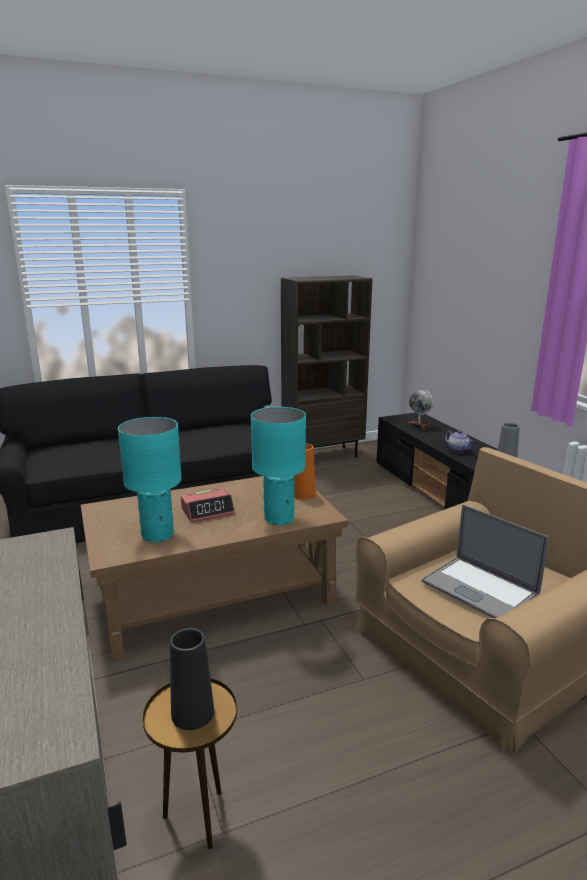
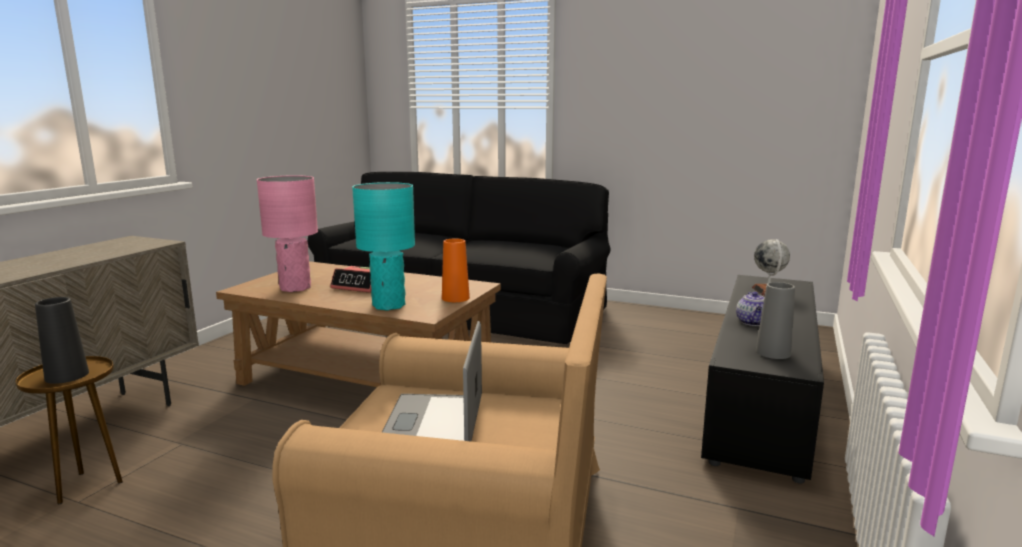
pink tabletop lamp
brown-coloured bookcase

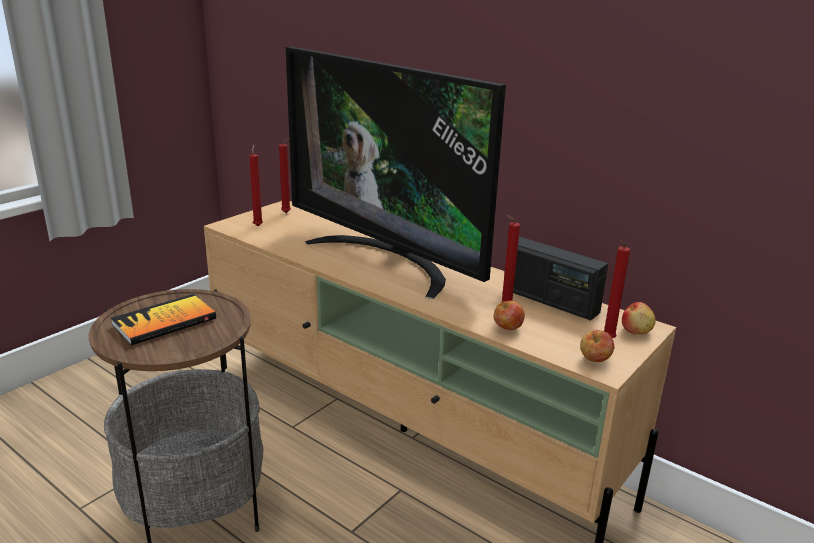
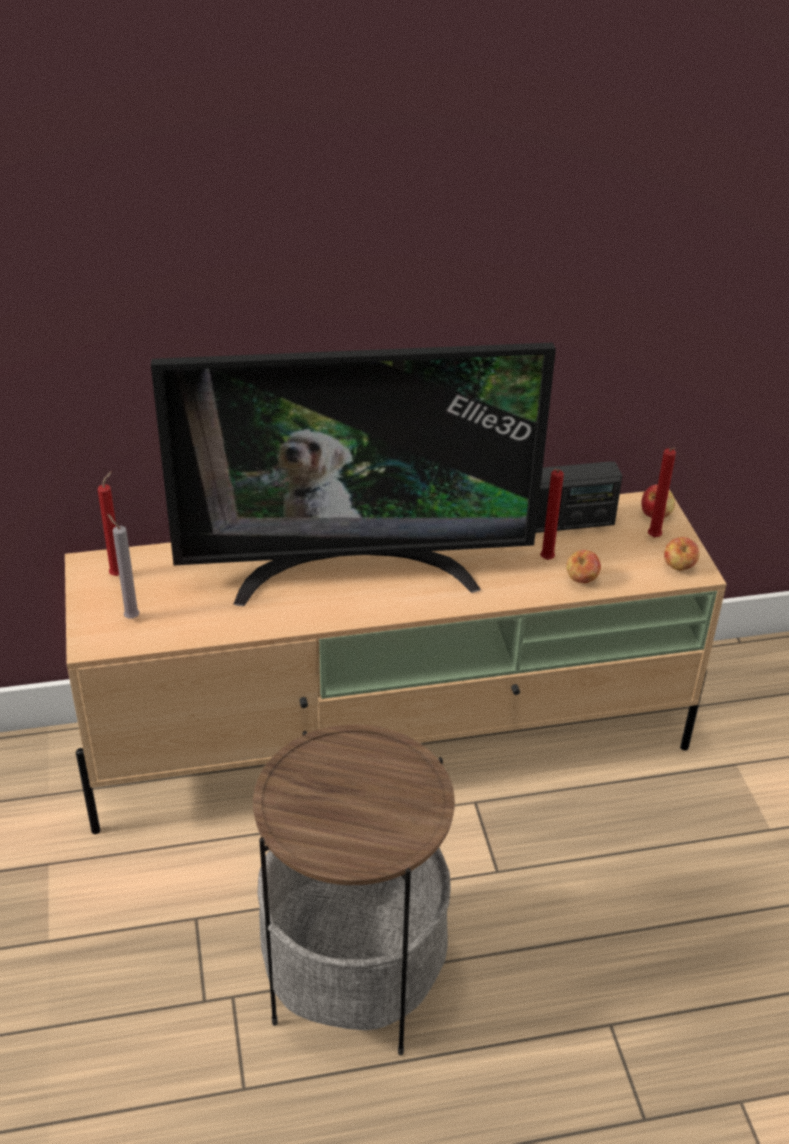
book
gray candle

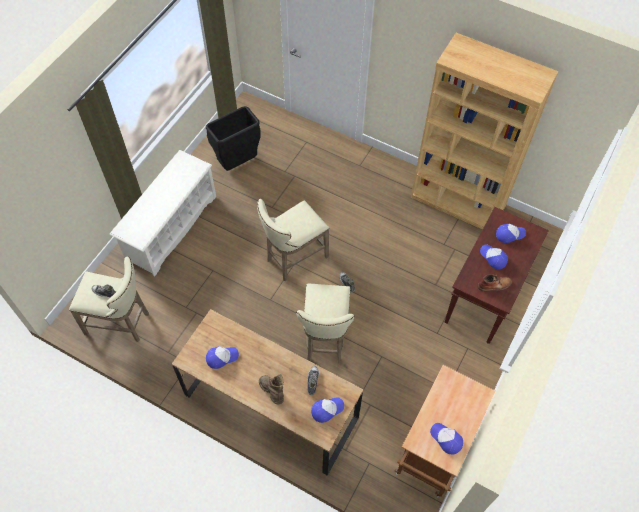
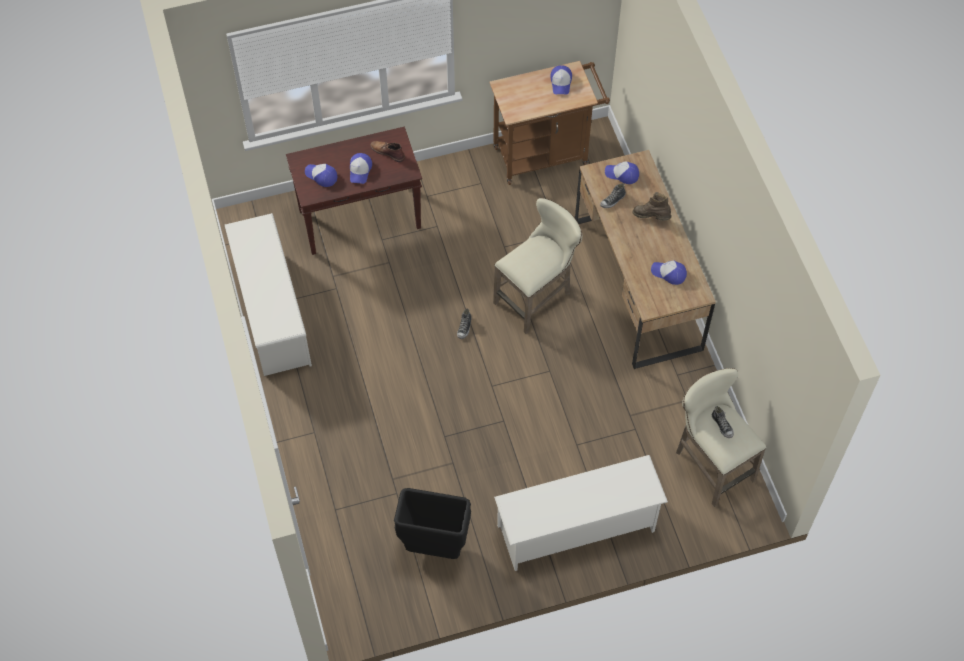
beige-coloured sitting stool (no. 2 from left in the first image)
brown-coloured tall boot (no. 2 from left)
white shoe stand (no. 1 from left)

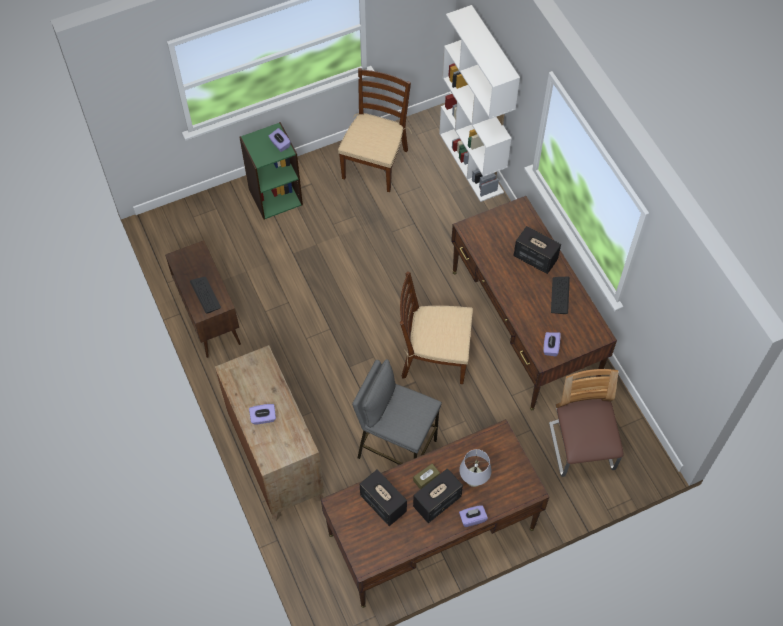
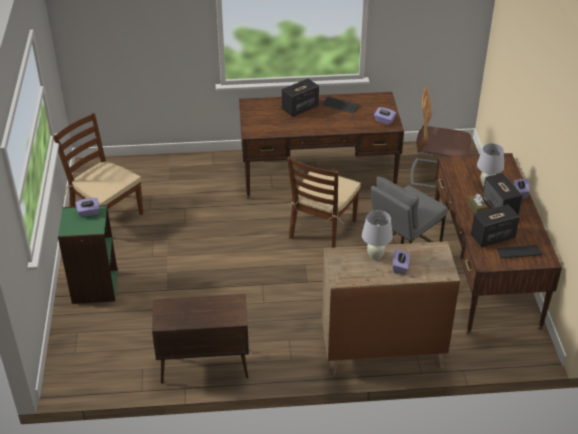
PC keyboard (no. 2 from left)
white bookcase
white tabletop lamp (no. 1 from left)

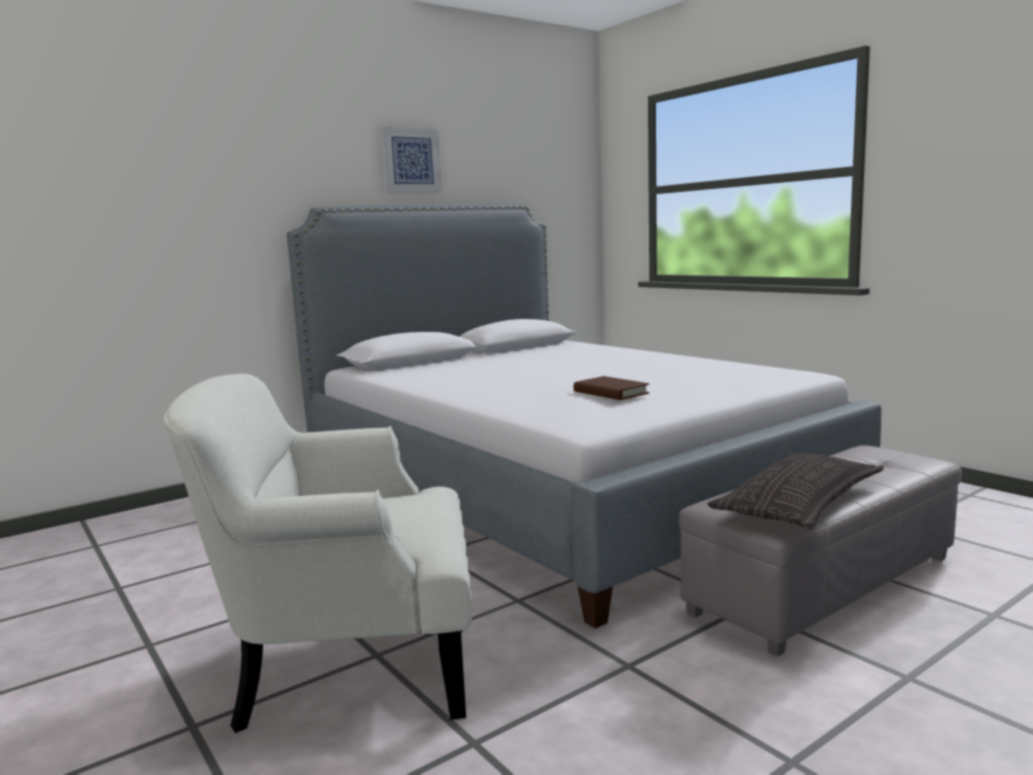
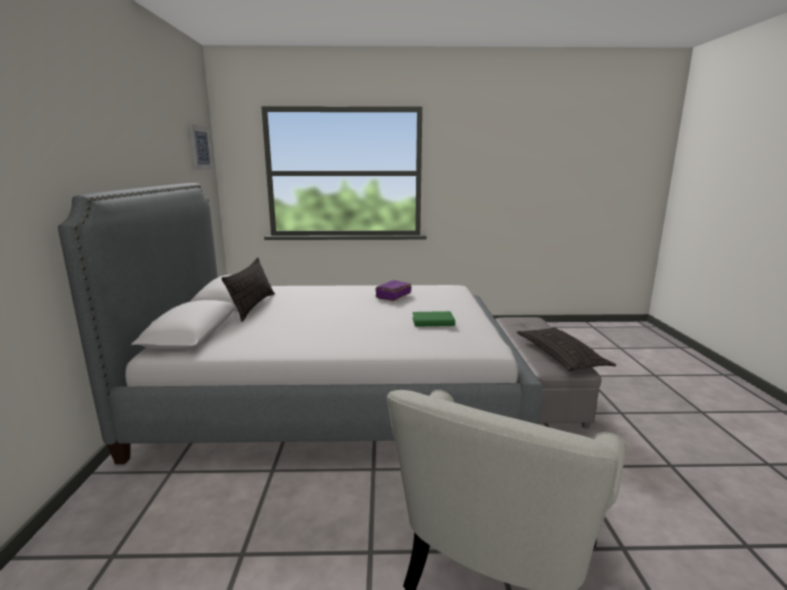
wall picture
greenish book
cushion (no. 1 from left)
purplish book

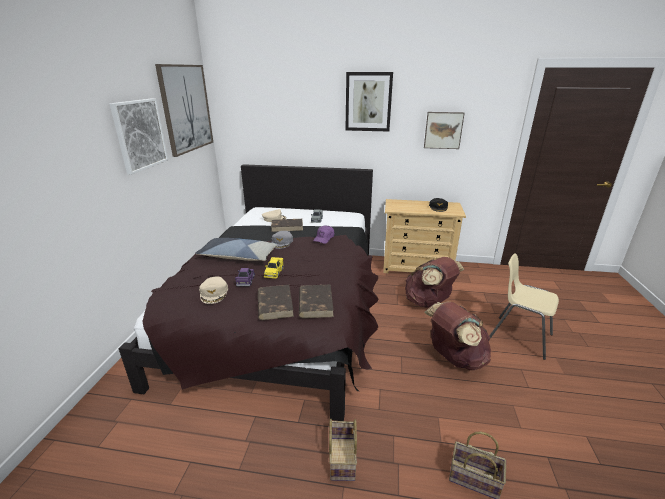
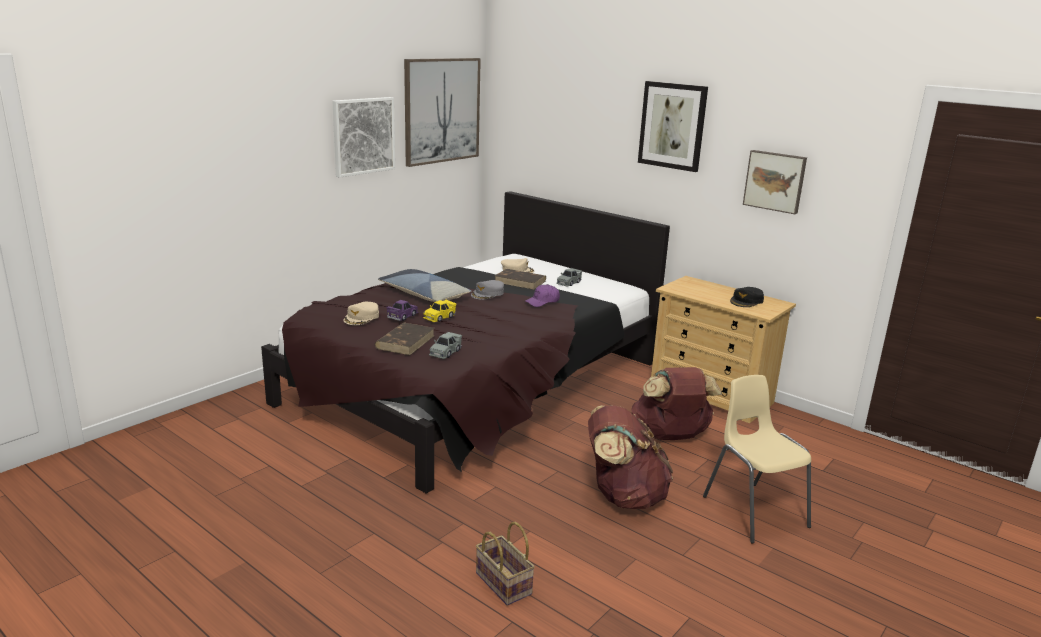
gray toy car (no. 1 from left)
household basket (no. 1 from left in the first image)

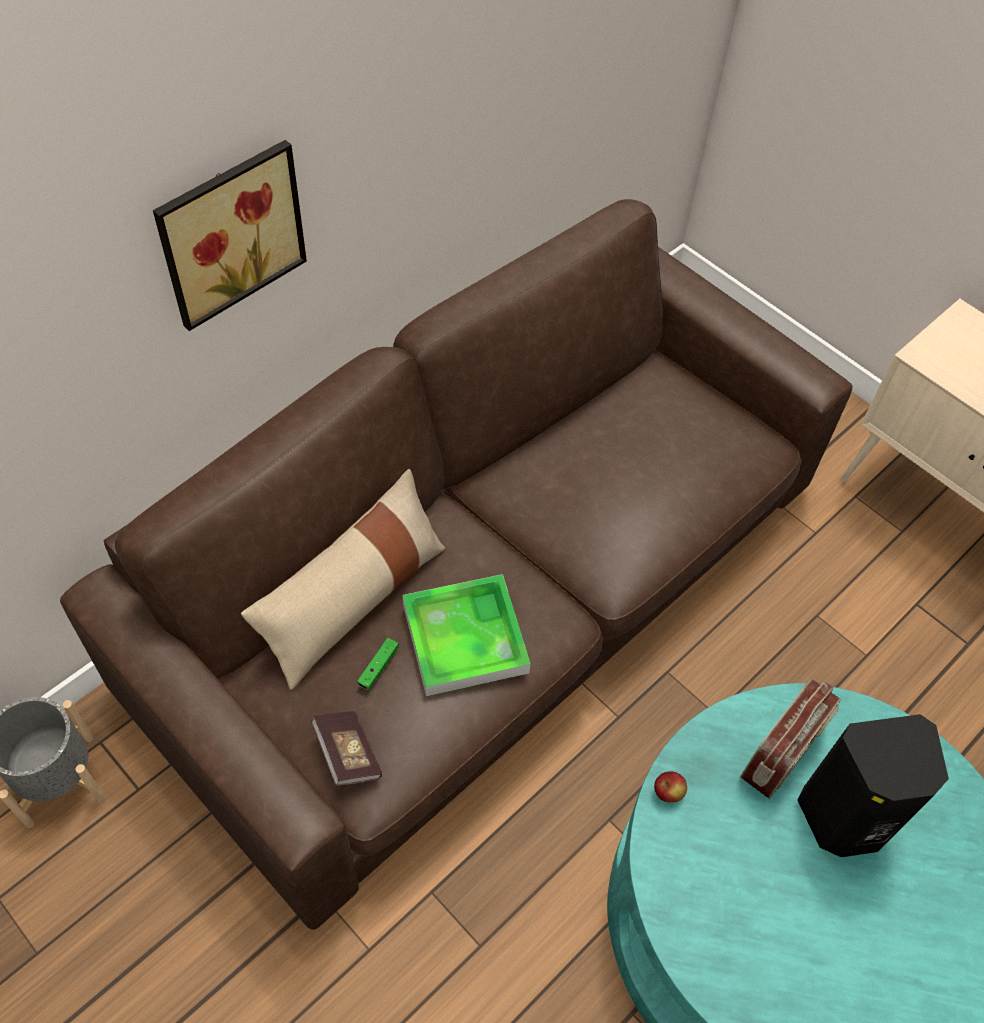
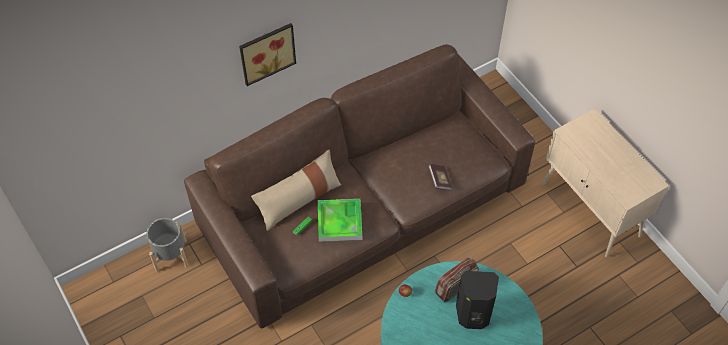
book

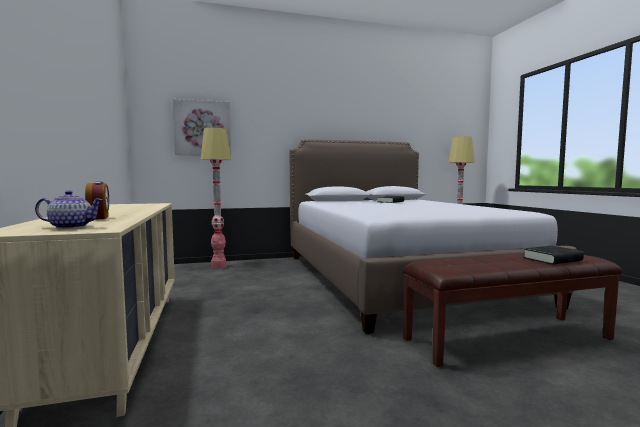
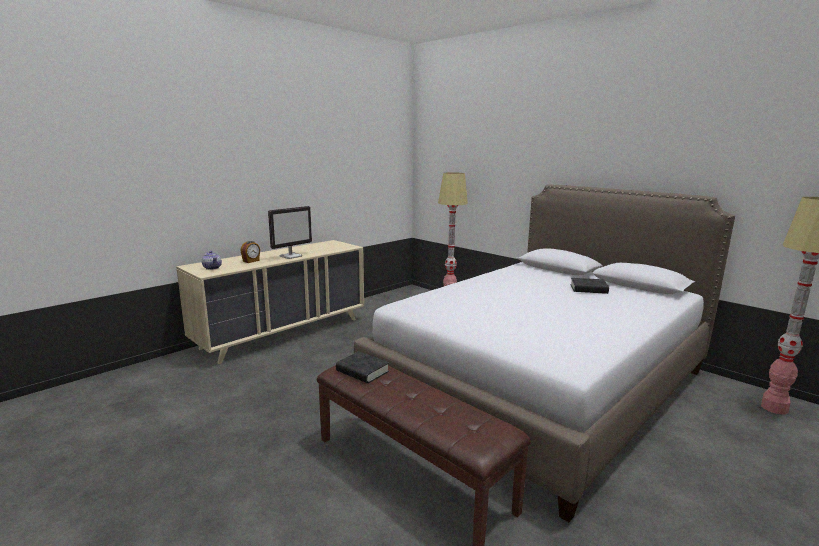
wall picture
black-coloured book (no. 1 from left)
computer display

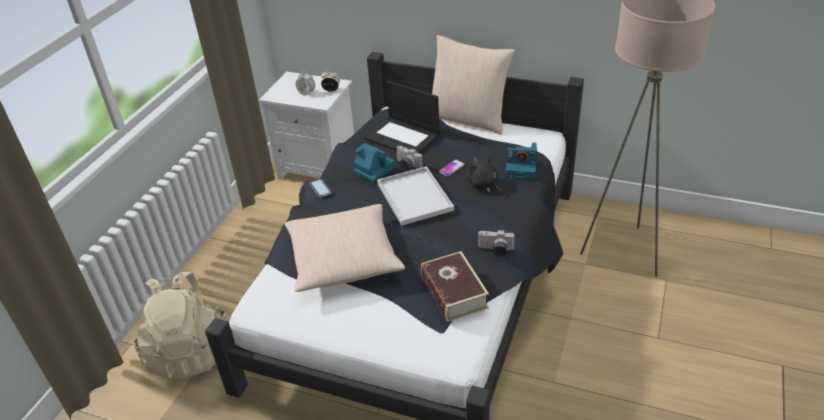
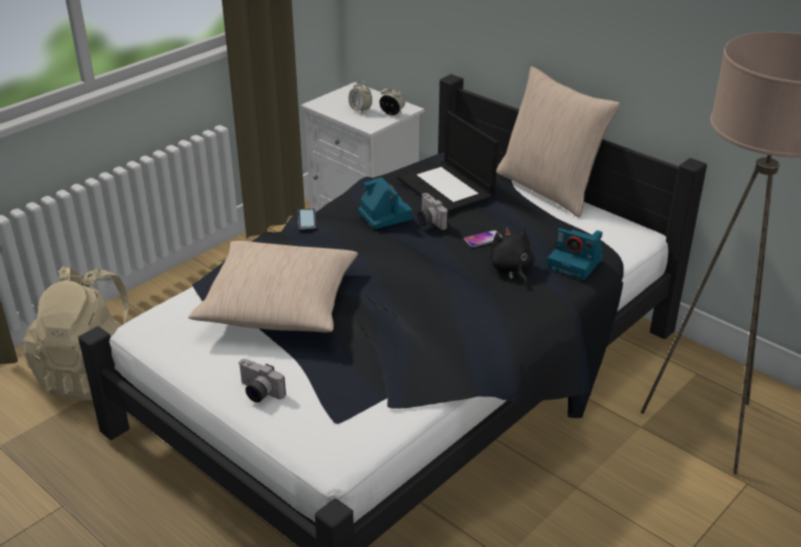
white serving tray
book
still camera (no. 1 from left)

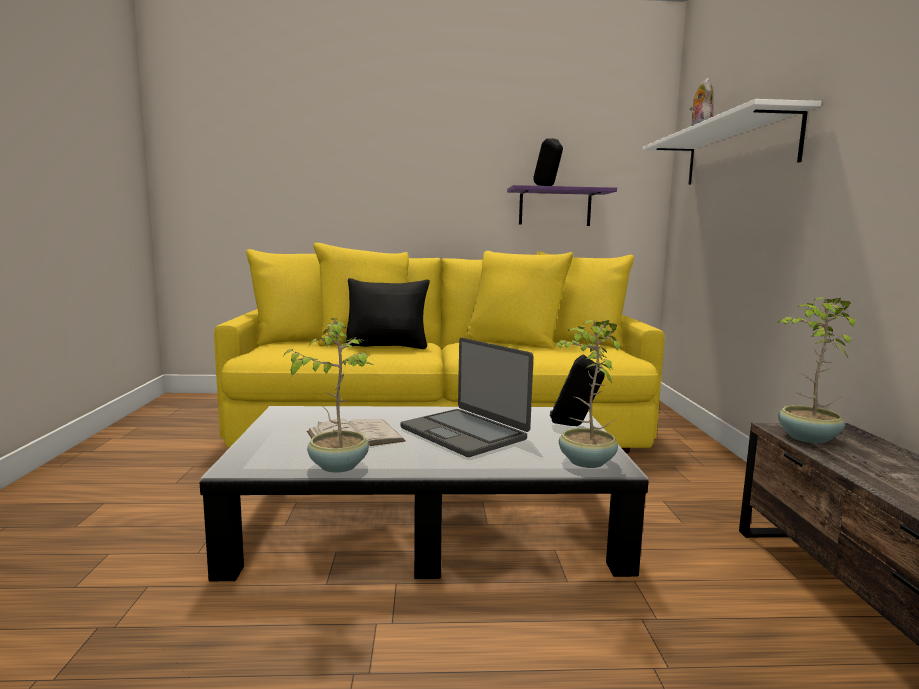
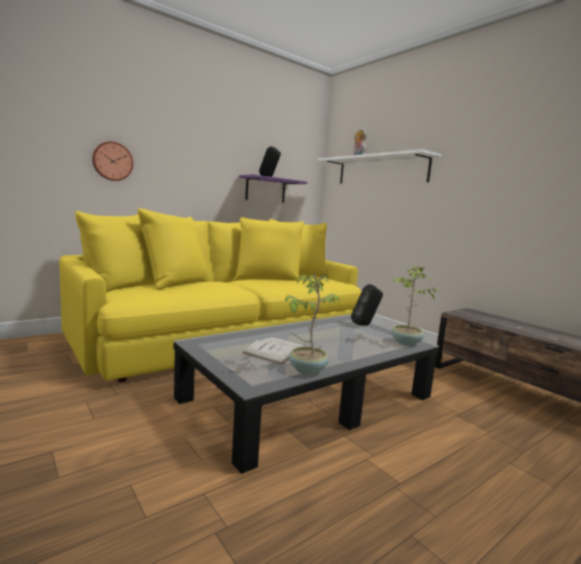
black-coloured cushion
notebook computer
houseplant (no. 3 from left in the first image)
clock on the wall

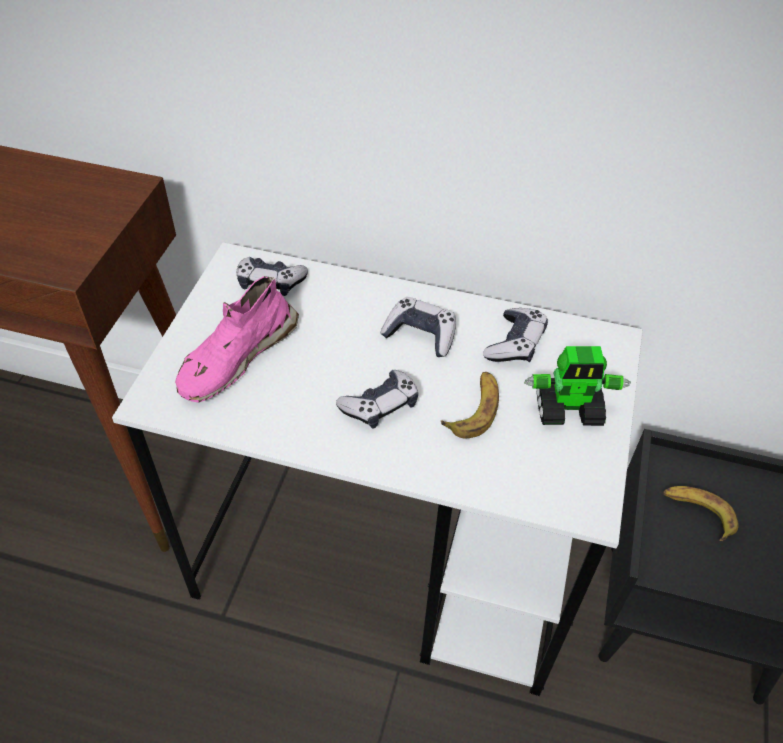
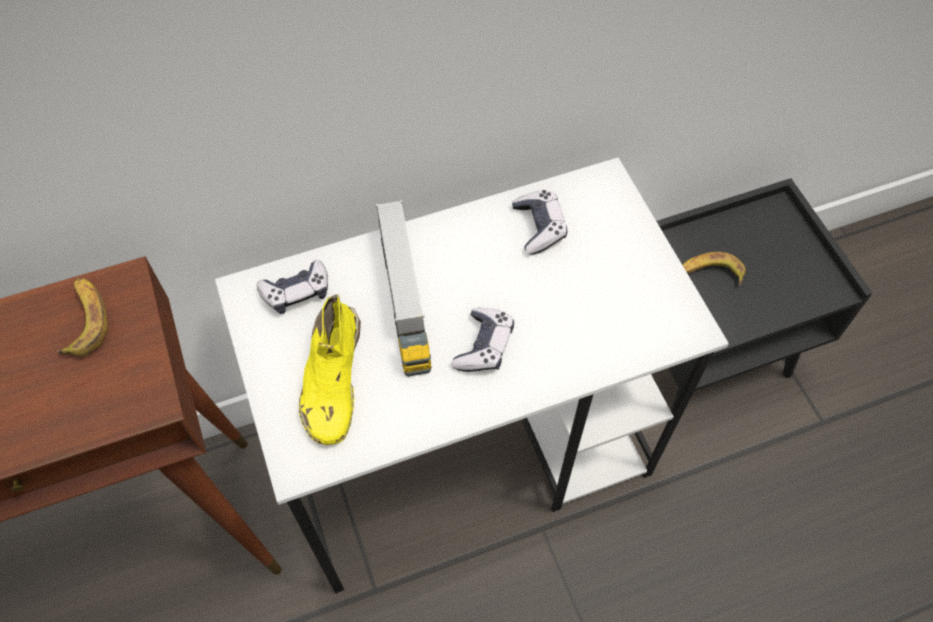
yellow-coloured low shoe
joypad (no. 3 from left in the first image)
banana (no. 1 from left)
robot figure
toy lorry

